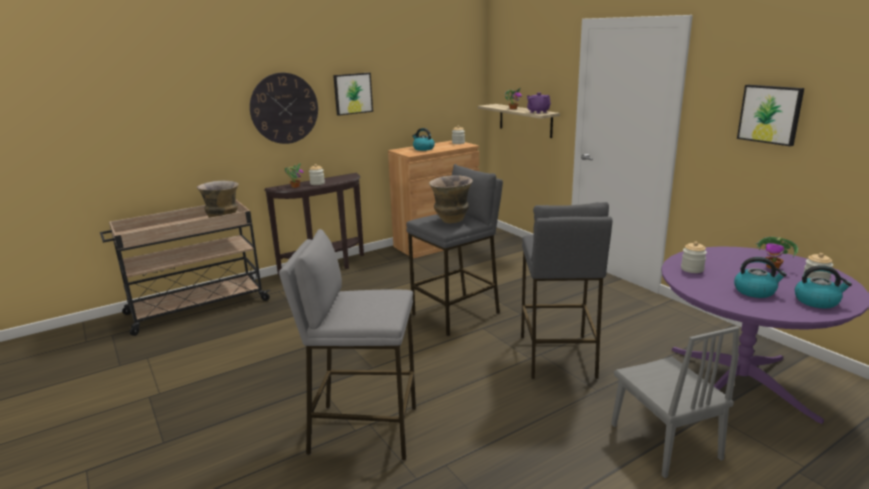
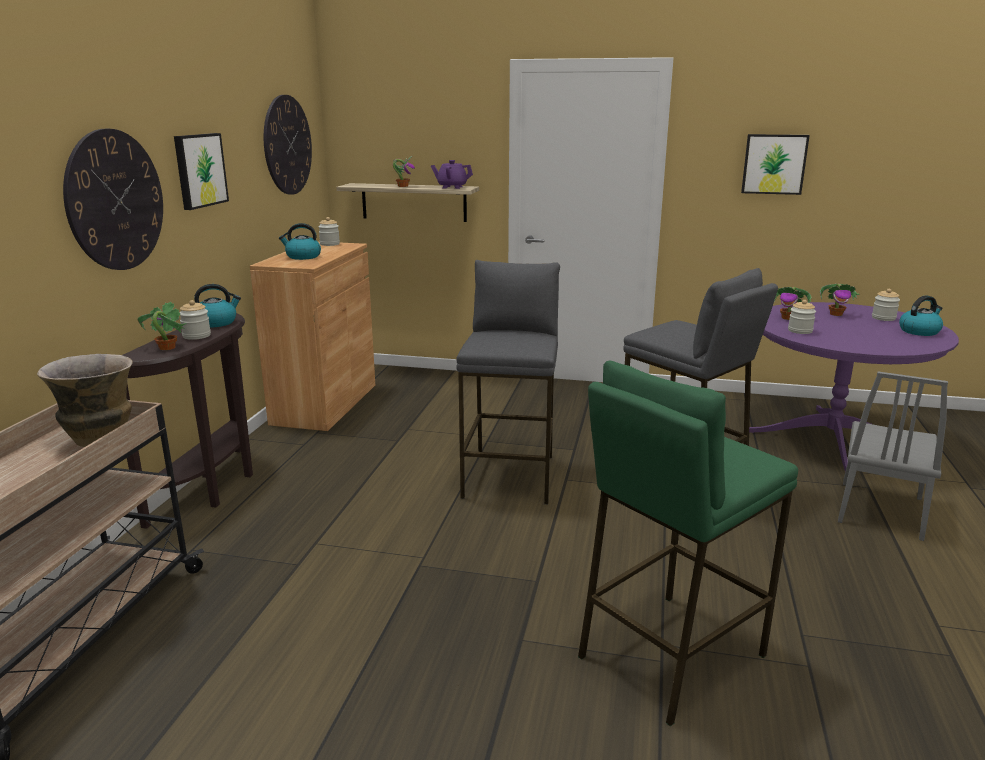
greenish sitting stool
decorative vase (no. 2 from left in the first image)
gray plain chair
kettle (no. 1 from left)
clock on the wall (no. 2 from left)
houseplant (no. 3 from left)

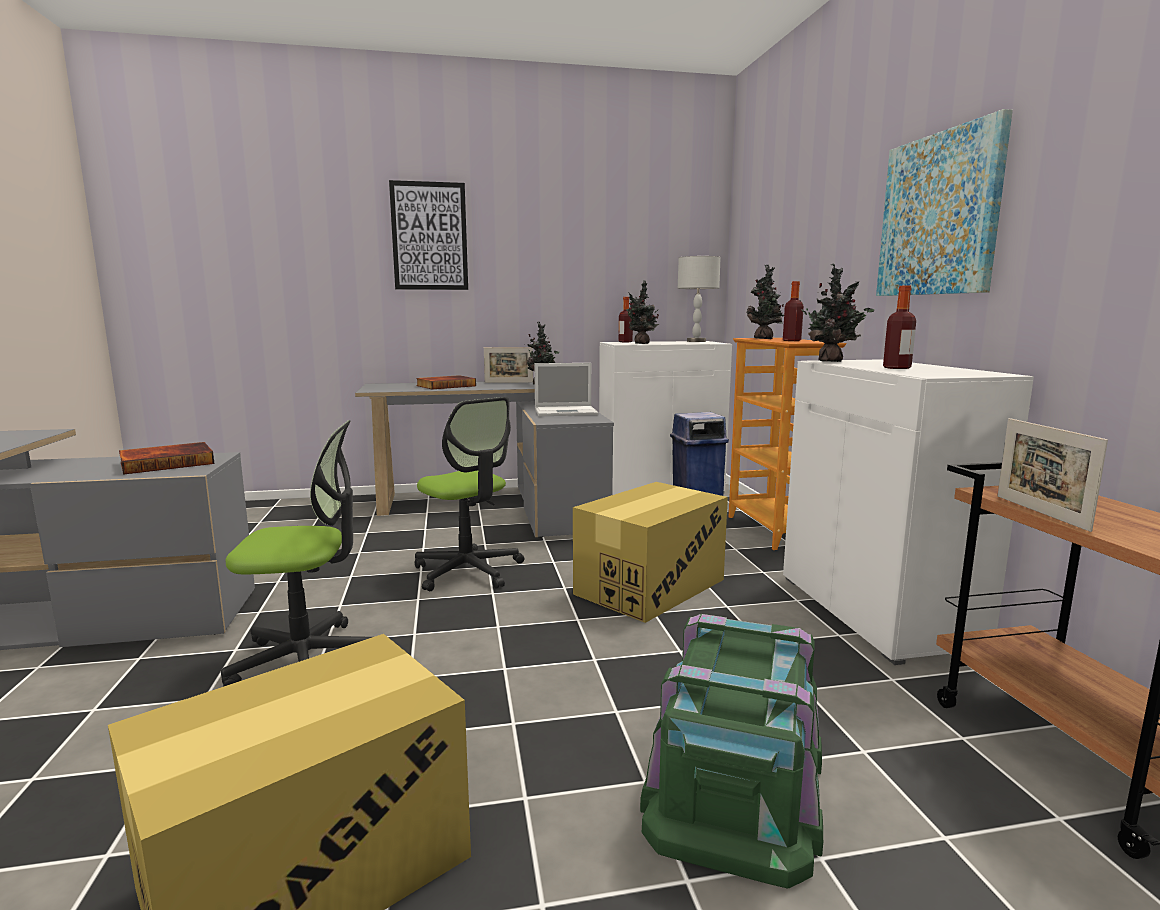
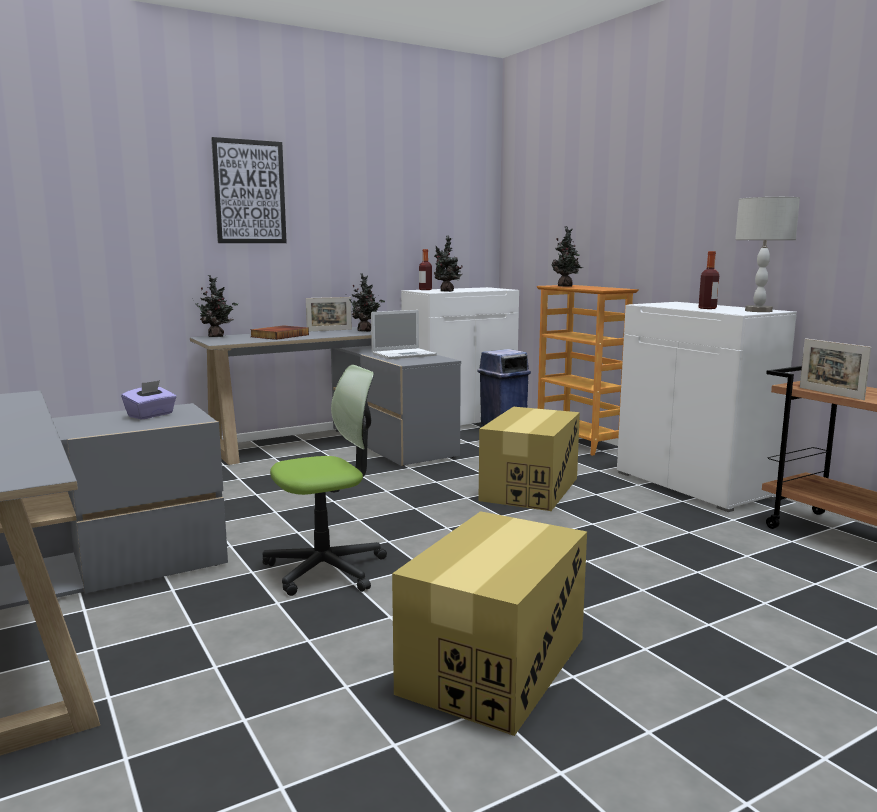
purplish tissue holder
desk chair (no. 2 from left in the first image)
greenish storage bin
gray tabletop lamp
drink bottle (no. 2 from left in the first image)
houseplant (no. 1 from left)
wall picture (no. 2 from left in the first image)

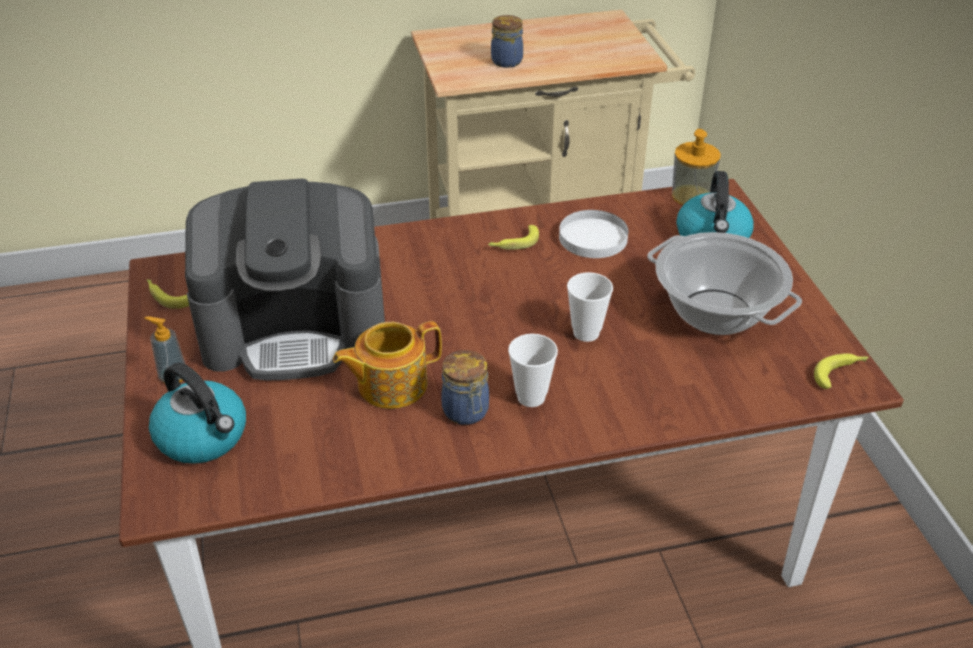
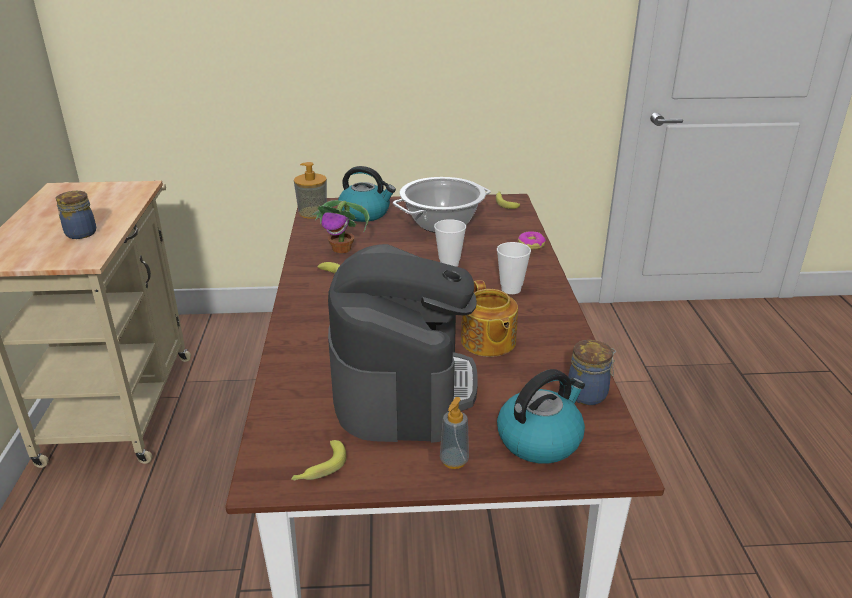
storage jar (no. 2 from left)
houseplant
doughnut

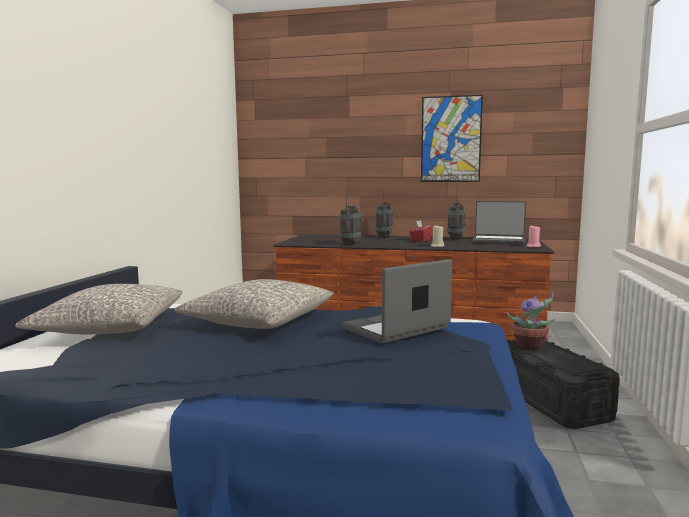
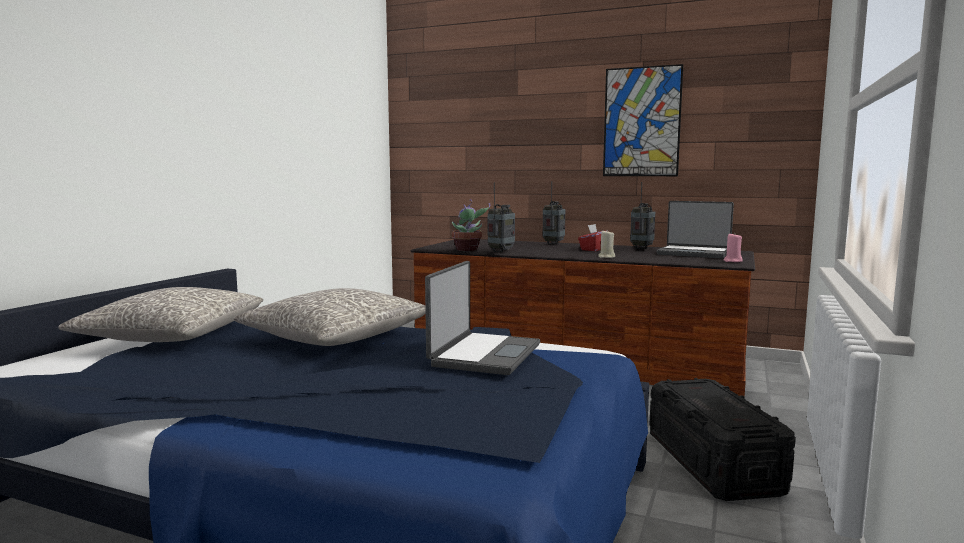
notebook computer (no. 1 from left)
houseplant

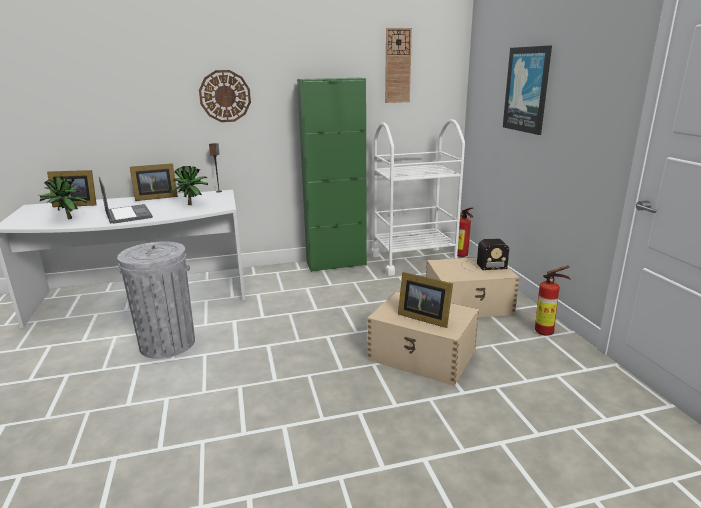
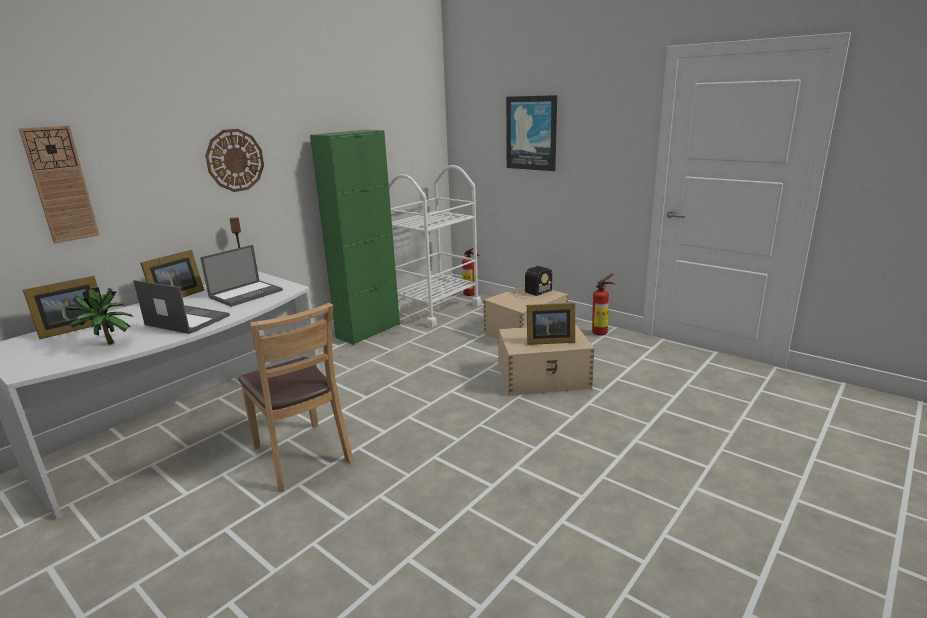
brown-coloured plain chair
notebook computer (no. 2 from left)
clock on the wall (no. 1 from left)

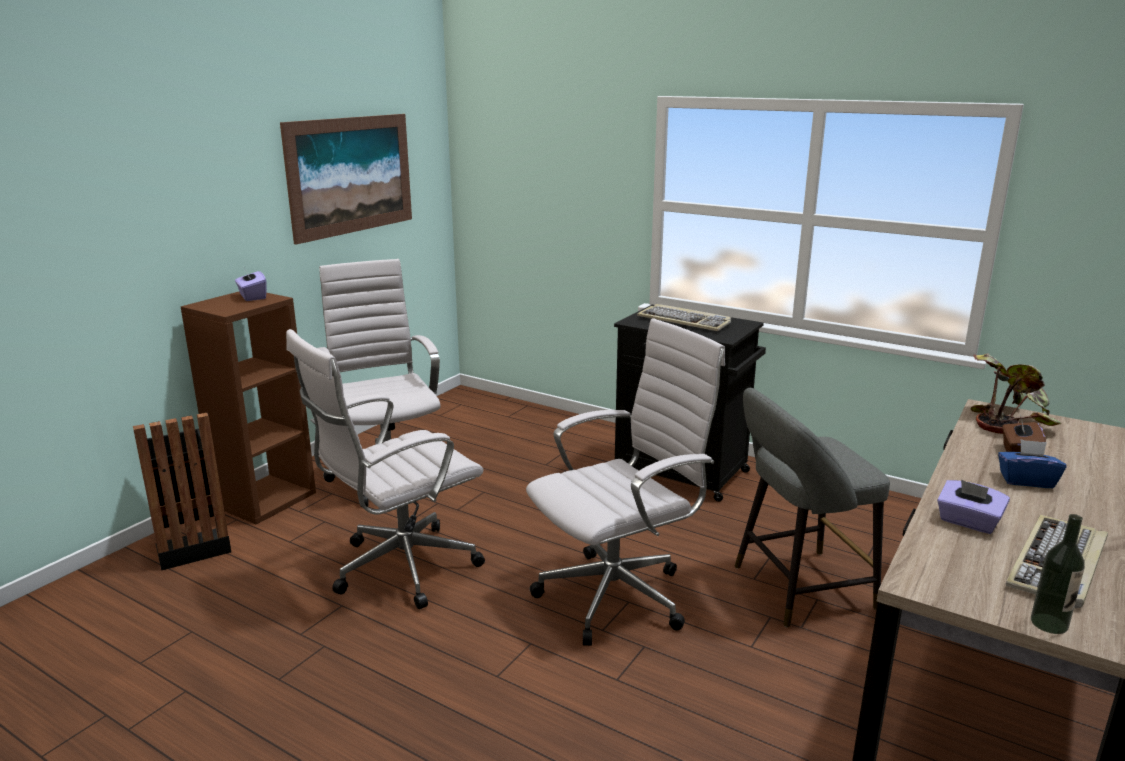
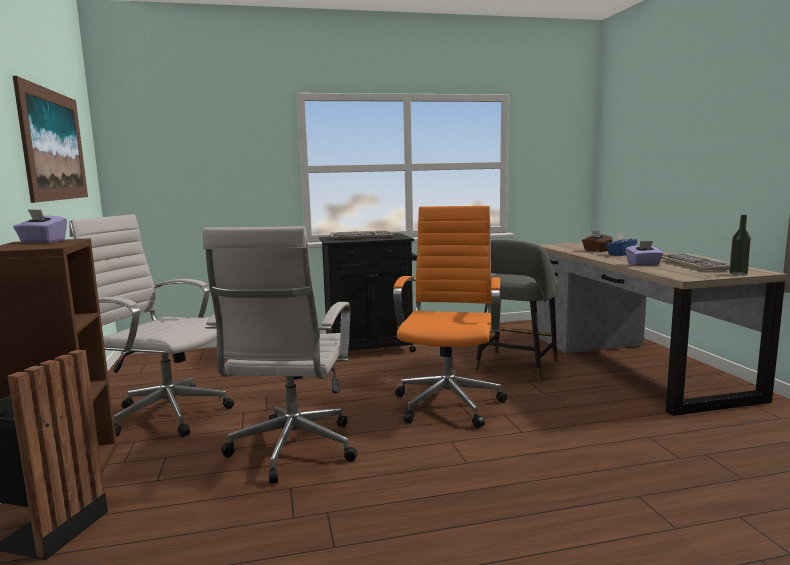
orange-coloured desk chair
houseplant

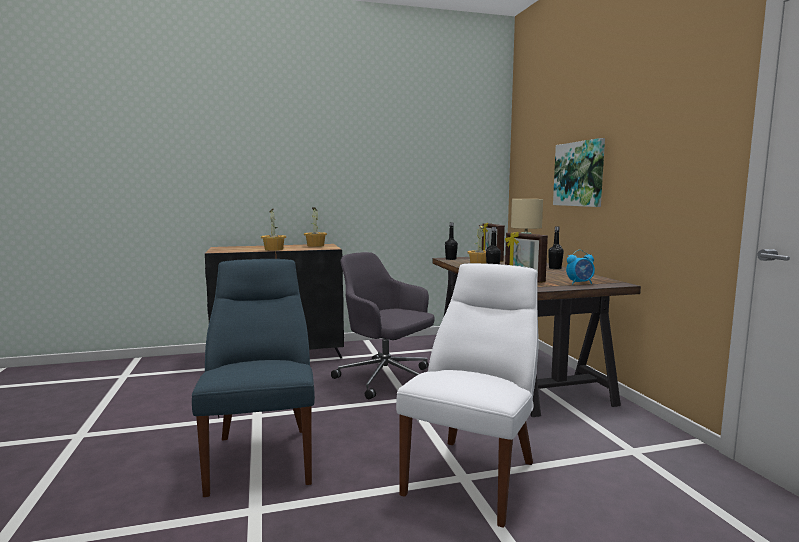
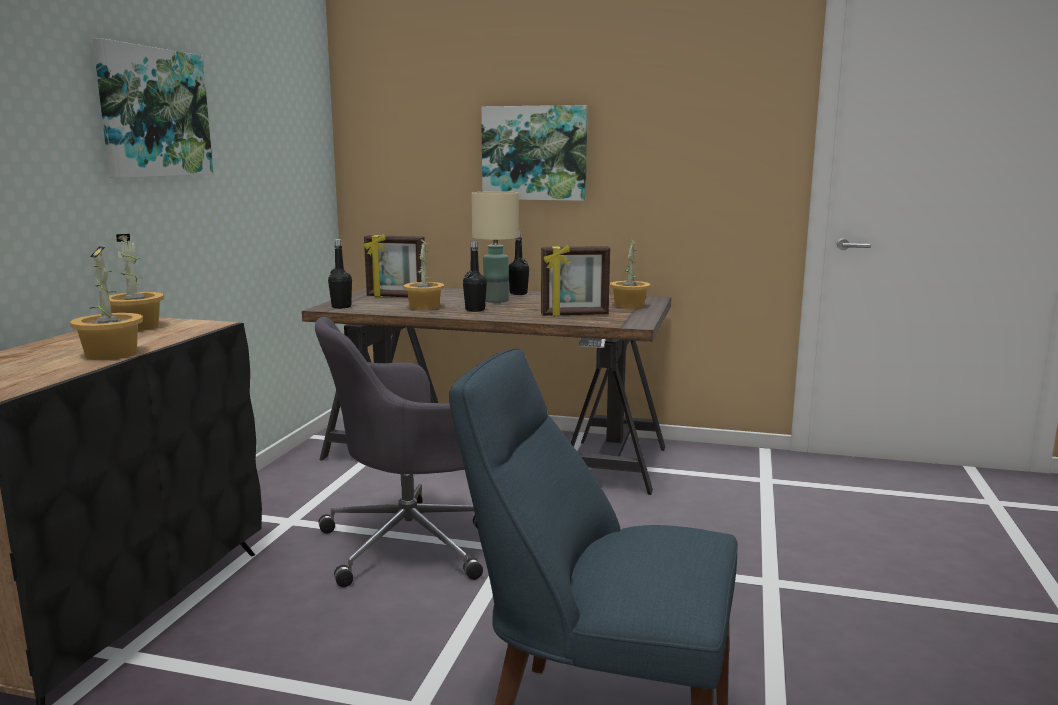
white plain chair
houseplant (no. 4 from left)
wall picture (no. 1 from left)

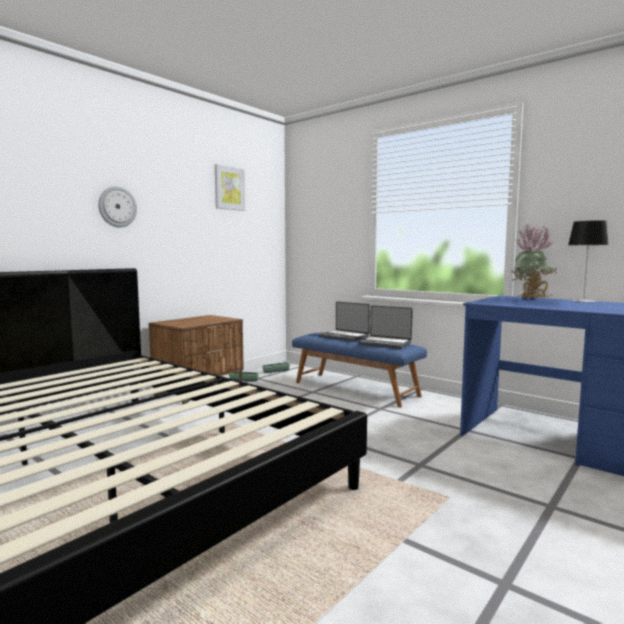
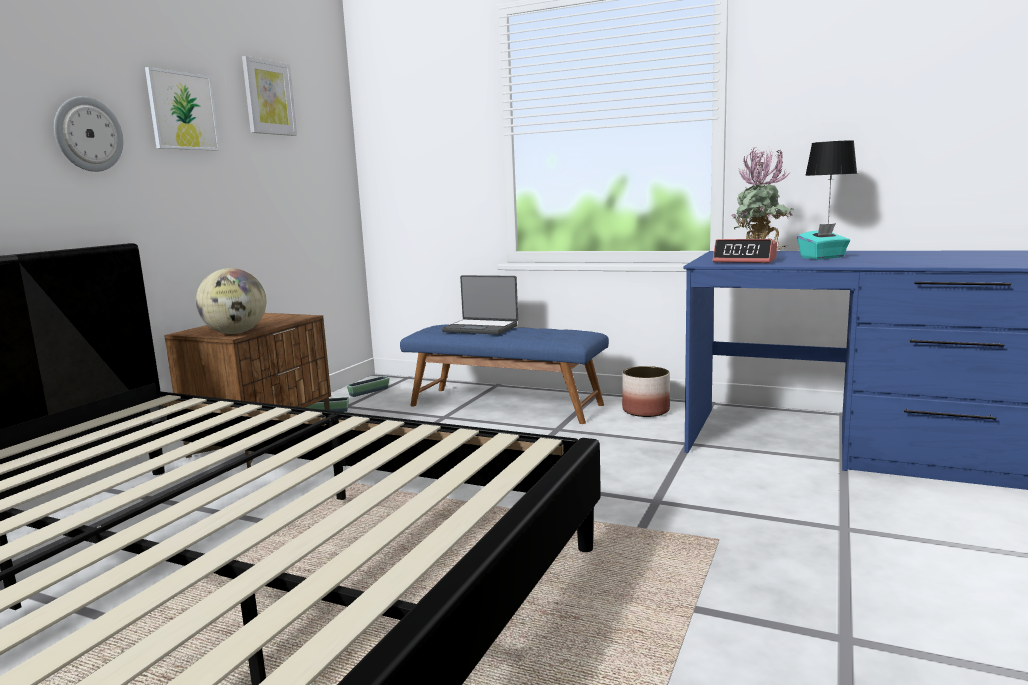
notebook computer (no. 2 from left in the first image)
wall picture (no. 1 from left)
globe
plant pot (no. 3 from left)
bedside clock
turquoise tissue holder

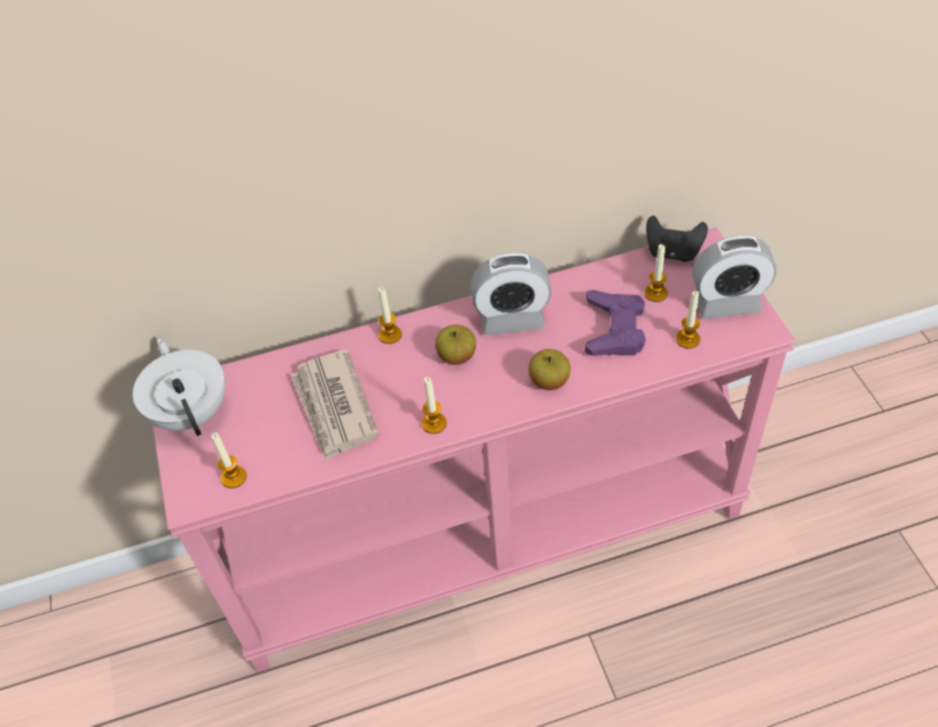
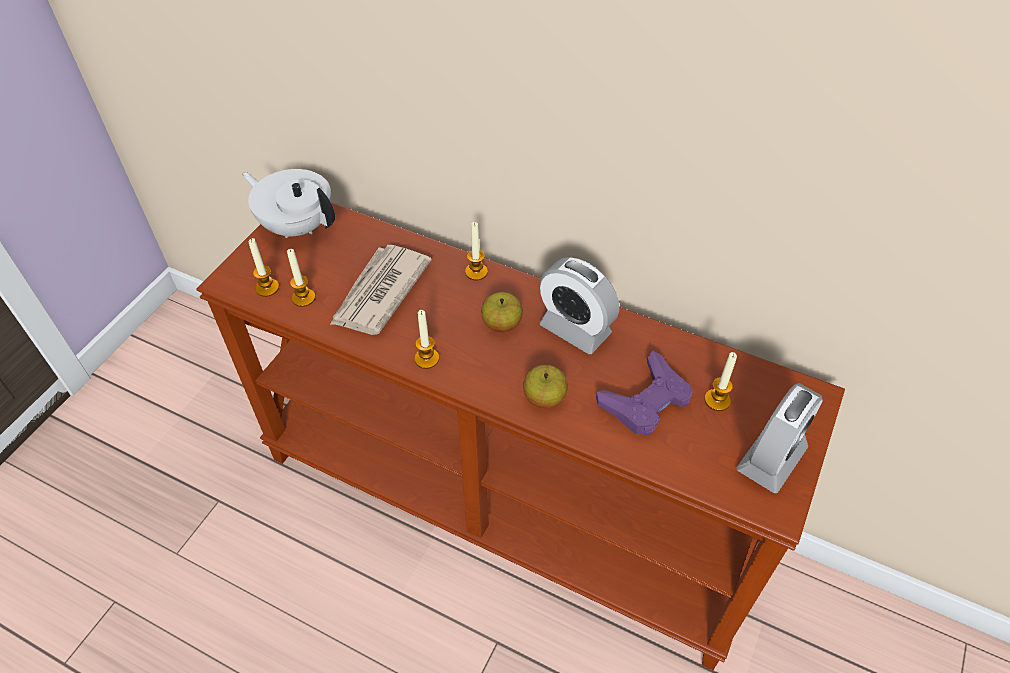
white teapot
brown-coloured hall table
black-coloured joypad
candle (no. 2 from left)
bedside clock (no. 2 from left)

